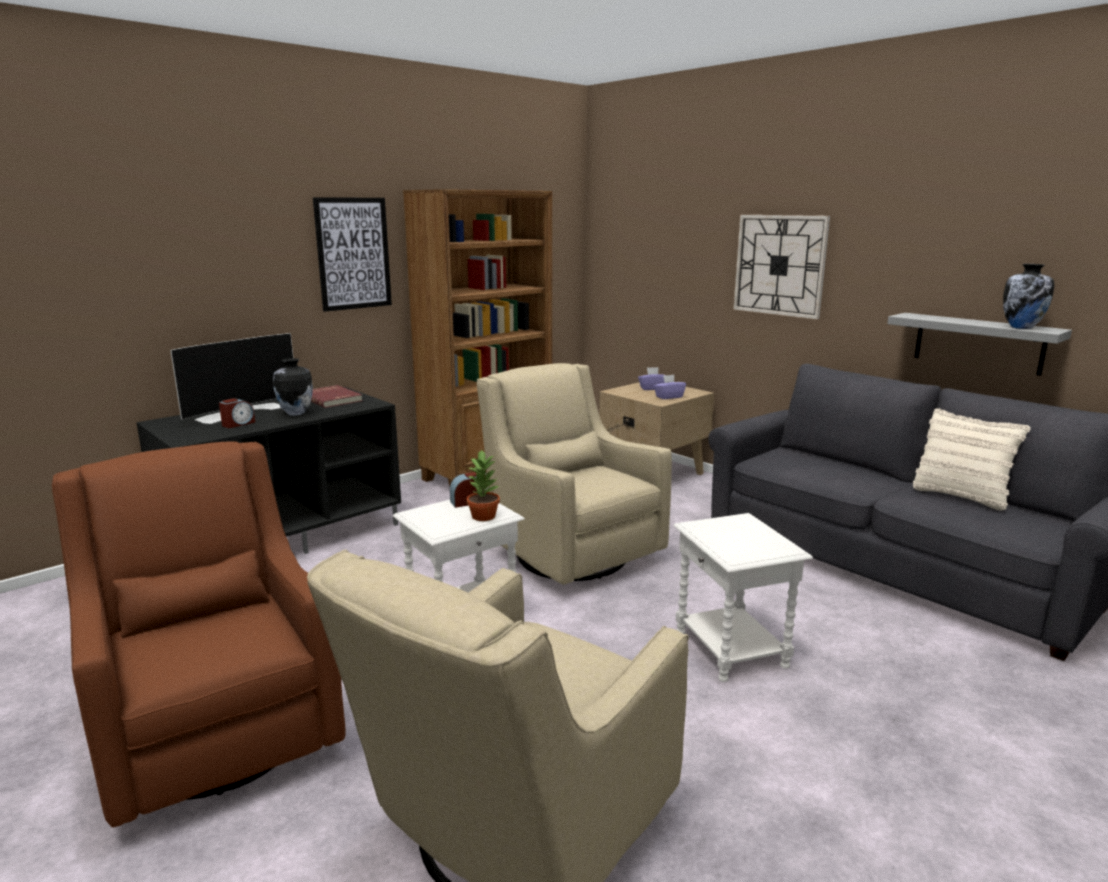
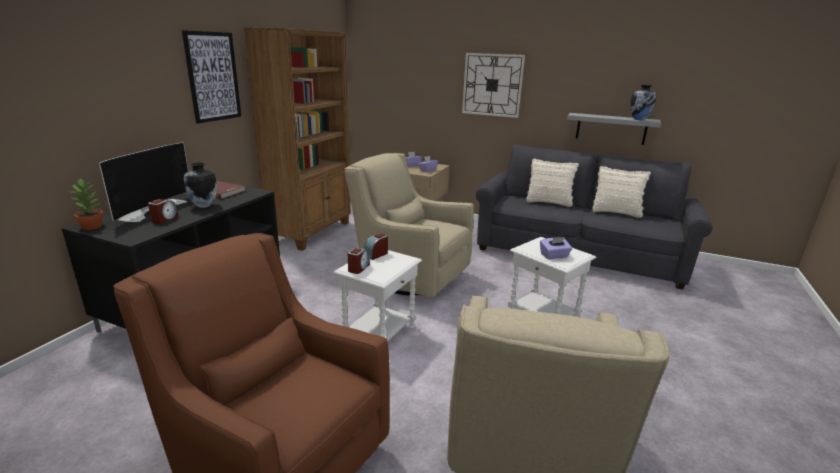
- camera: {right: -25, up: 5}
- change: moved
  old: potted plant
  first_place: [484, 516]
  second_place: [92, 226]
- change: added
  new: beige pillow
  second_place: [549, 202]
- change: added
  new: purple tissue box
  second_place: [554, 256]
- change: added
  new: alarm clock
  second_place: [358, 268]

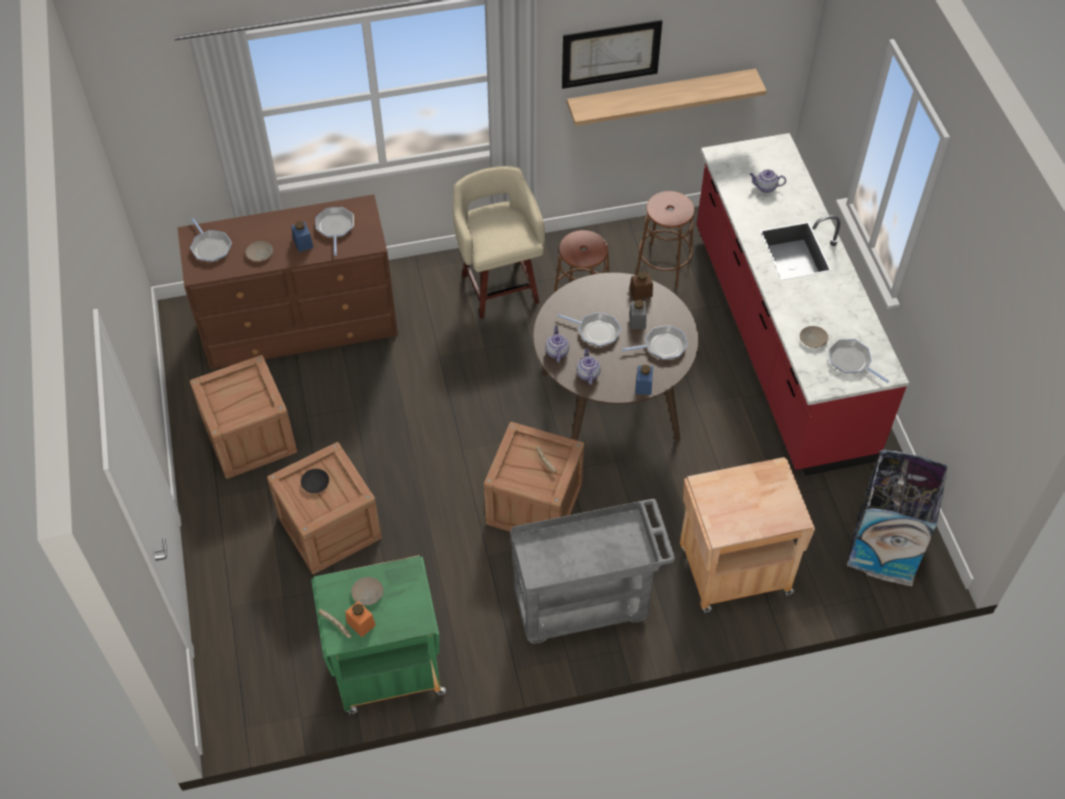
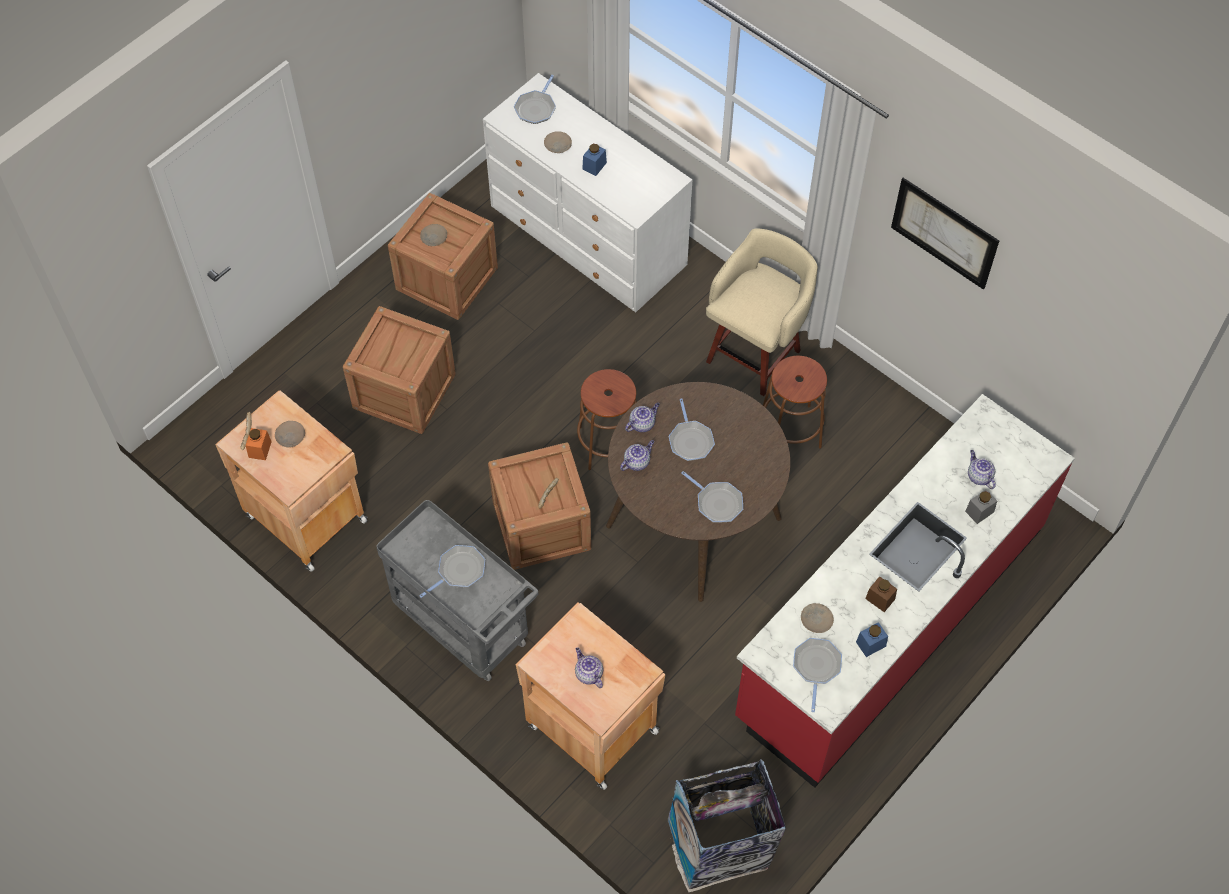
- camera: {right: 55, up: 5}
- change: removed
  old: shelf
  first_place: [660, 96]
- change: moved
  old: brown stool
  first_place: [663, 265]
  second_place: [608, 443]
- change: recoloured
  old: brown dresser
  new: white dresser
  first_place: [301, 324]
  second_place: [588, 236]
- change: moved
  old: frying pan
  first_place: [335, 228]
  second_place: [459, 571]
- change: moved
  old: brown jar
  first_place: [640, 292]
  second_place: [880, 599]
- change: moved
  old: grey jar
  first_place: [637, 321]
  second_place: [979, 511]
- change: moved
  old: blue jar
  first_place: [643, 386]
  second_place: [871, 644]
- change: removed
  old: black plate
  first_place: [315, 483]
- change: recoloured
  old: green cart
  new: brown cart
  first_place: [386, 669]
  second_place: [304, 516]
- change: added
  new: beige plate
  second_place: [433, 237]
- change: added
  new: teapot
  second_place: [588, 673]

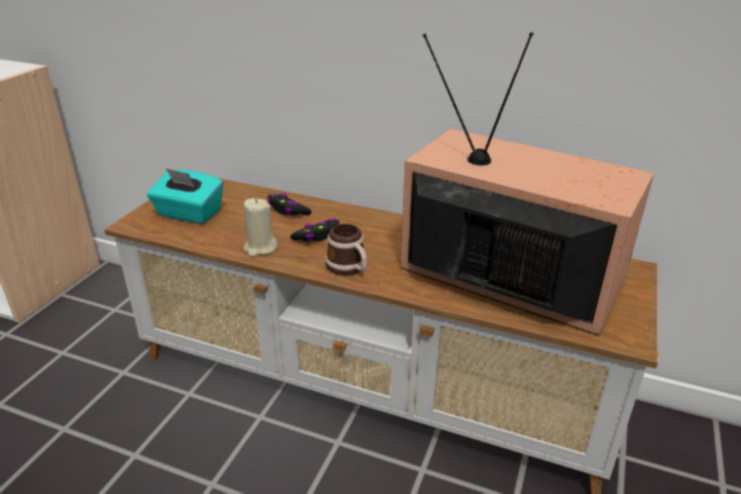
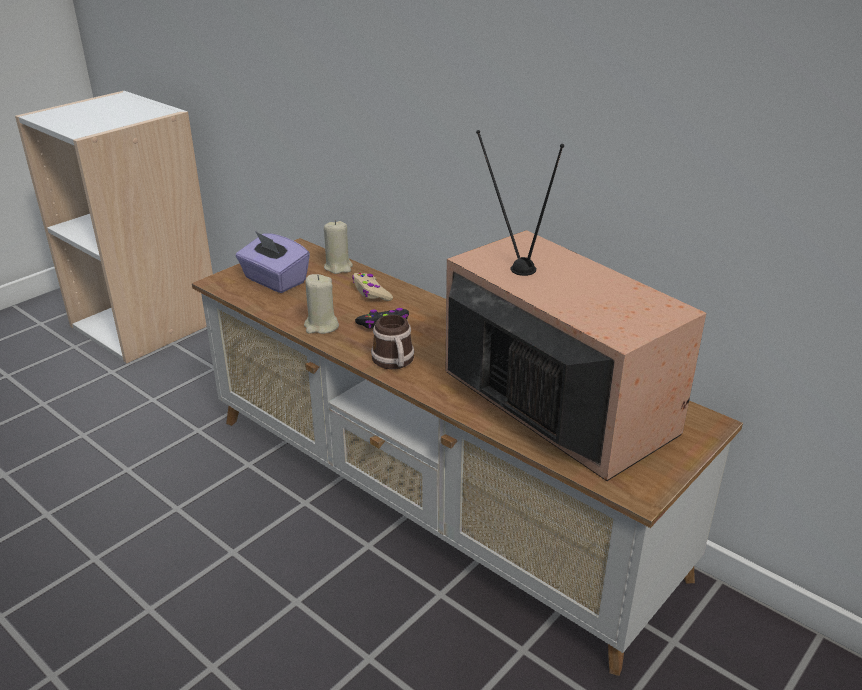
- camera: {right: 20, up: 0}
- change: recoloured
  old: turquoise tissue box
  new: purple tissue box
  first_place: [189, 214]
  second_place: [274, 281]
- change: recoloured
  old: black game controller
  new: beige game controller
  first_place: [288, 210]
  second_place: [371, 293]
- change: added
  new: beige candle
  second_place: [338, 267]

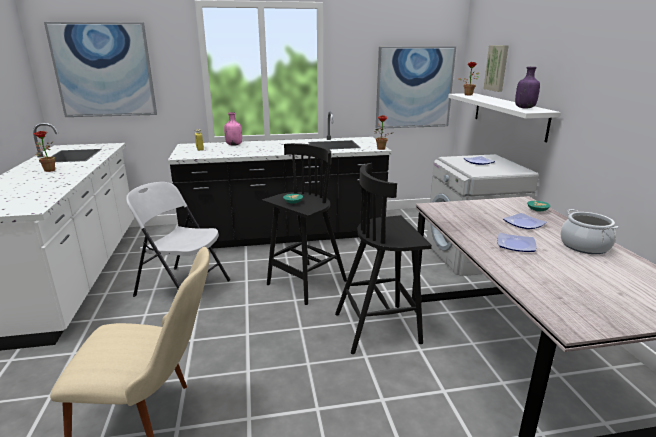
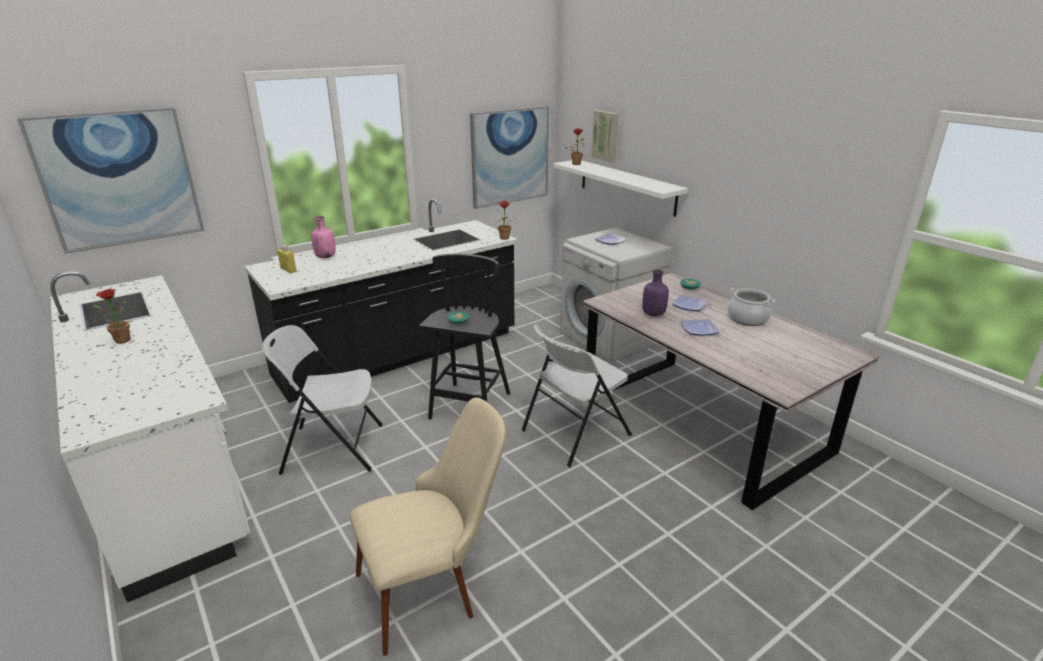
- camera: {right: -25, up: 5}
- change: moved
  old: purple bottle
  first_place: [524, 108]
  second_place: [653, 314]
- change: replaced
  old: black stool
  new: white chair
  first_place: [380, 327]
  second_place: [575, 432]

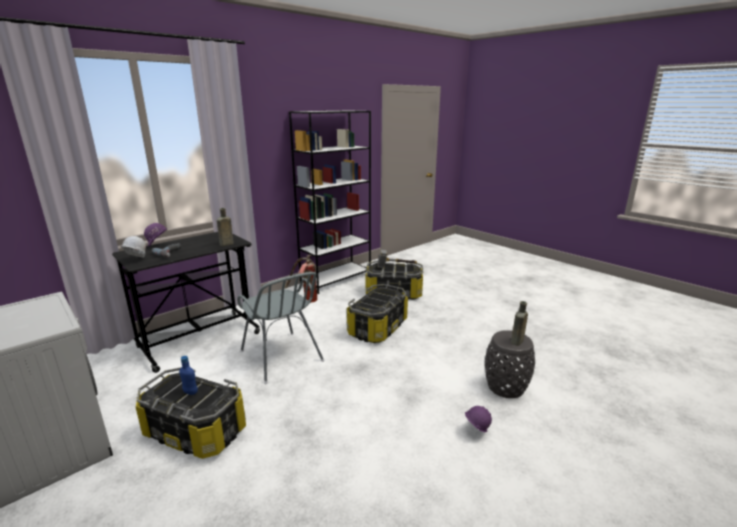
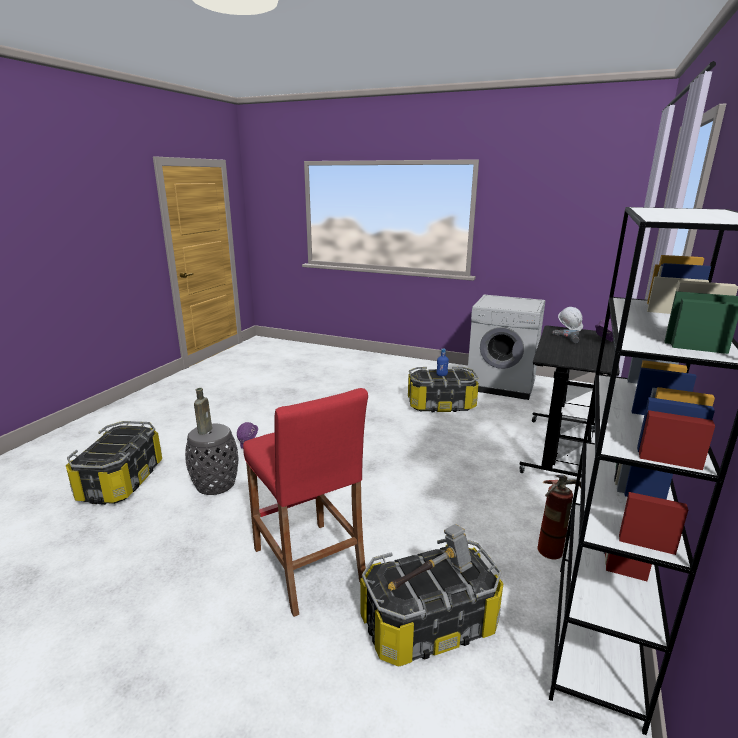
- camera: {right: 155, up: 0}
- change: removed
  old: brown bottle
  first_place: [225, 244]
- change: removed
  old: grey chair
  first_place: [282, 357]
- change: moved
  old: storage box
  first_place: [377, 328]
  second_place: [122, 481]
- change: added
  new: red stool
  second_place: [308, 566]

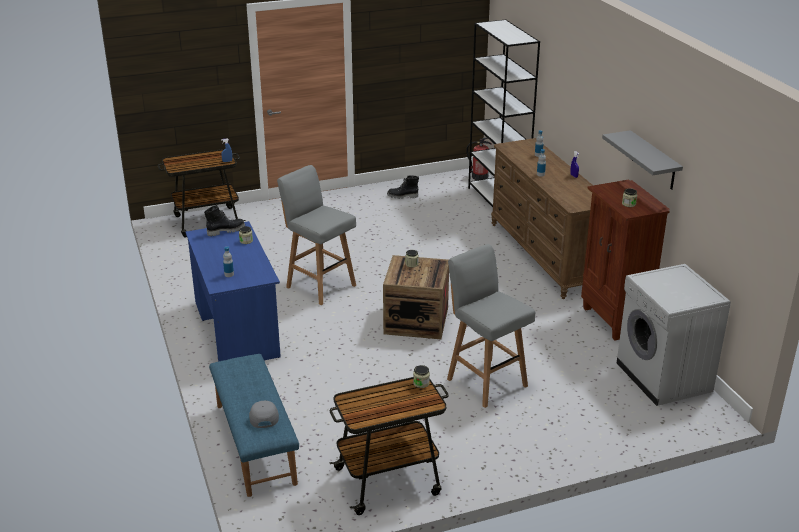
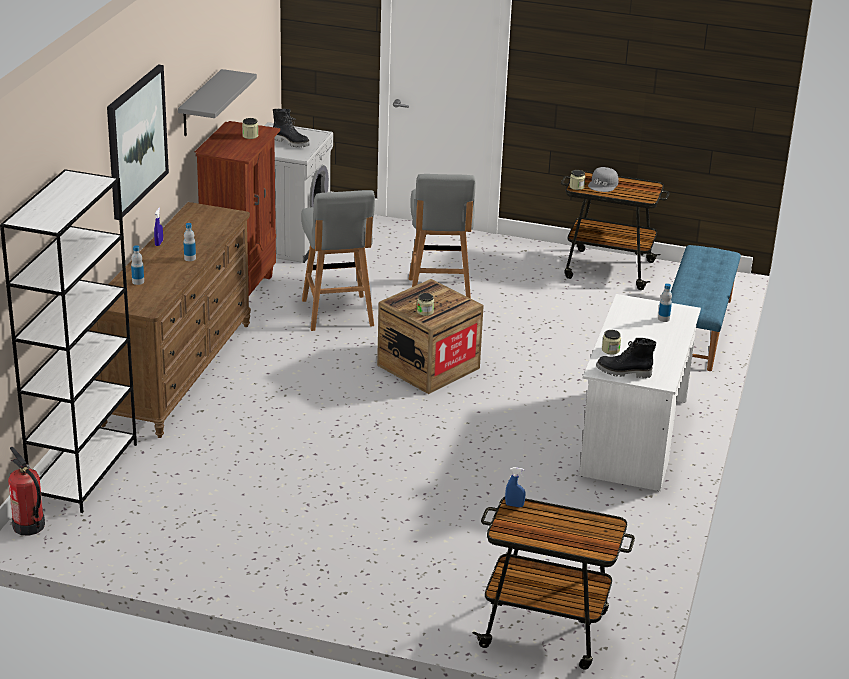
- camera: {right: -145, up: 0}
- change: moved
  old: grey stool
  first_place: [320, 286]
  second_place: [337, 314]
- change: moved
  old: black boot
  first_place: [402, 196]
  second_place: [291, 142]
- change: recoloured
  old: blue desk
  new: white desk
  first_place: [236, 328]
  second_place: [634, 438]
- change: moved
  old: grey cap
  first_place: [263, 416]
  second_place: [603, 184]
- change: added
  new: picture
  second_place: [136, 141]

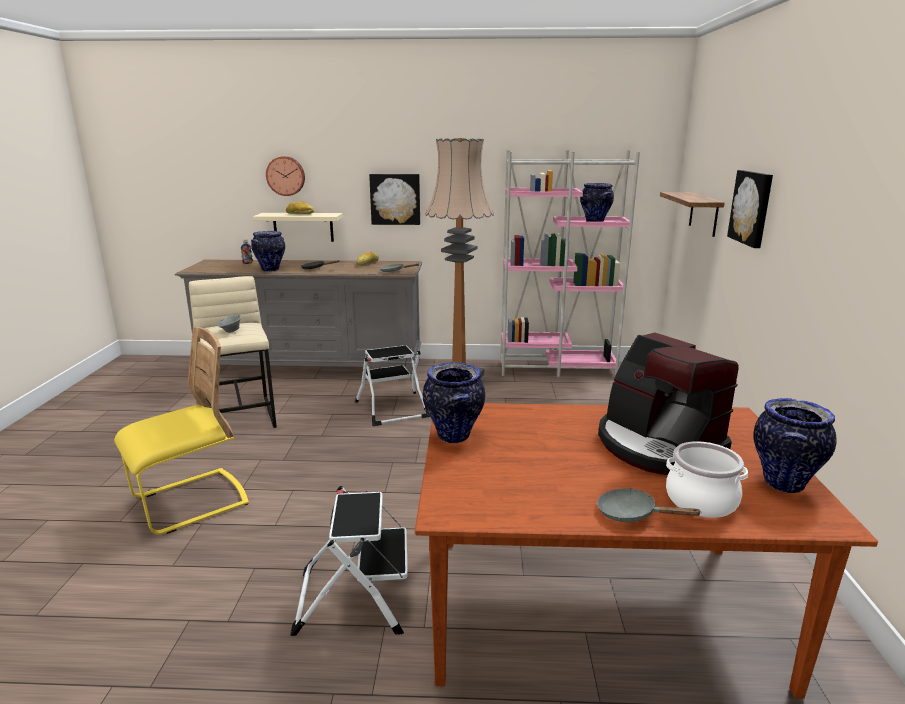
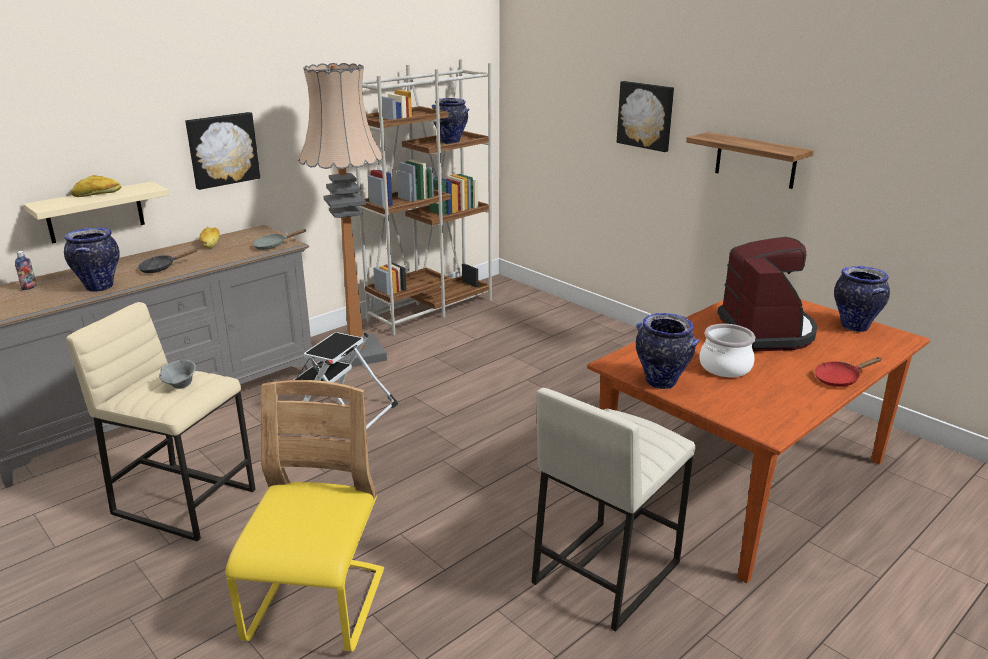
- camera: {right: -45, up: 5}
- change: recoloured
  old: pink bookcase
  new: brown bookcase
  first_place: [557, 369]
  second_place: [431, 310]
- change: removed
  old: wall clock
  first_place: [286, 176]
- change: moved
  old: shelf
  first_place: [703, 213]
  second_place: [755, 160]
- change: turned
  old: coffee machine
  first_place: [657, 445]
  second_place: [767, 331]
  degrees: -105
- change: moved
  old: cooking pot
  first_place: [701, 501]
  second_place: [725, 367]
- change: replaced
  old: step ladder
  new: beige stool
  first_place: [354, 595]
  second_place: [606, 572]
- change: recoloured
  old: grey frying pan
  new: red frying pan
  first_place: [632, 514]
  second_place: [840, 379]

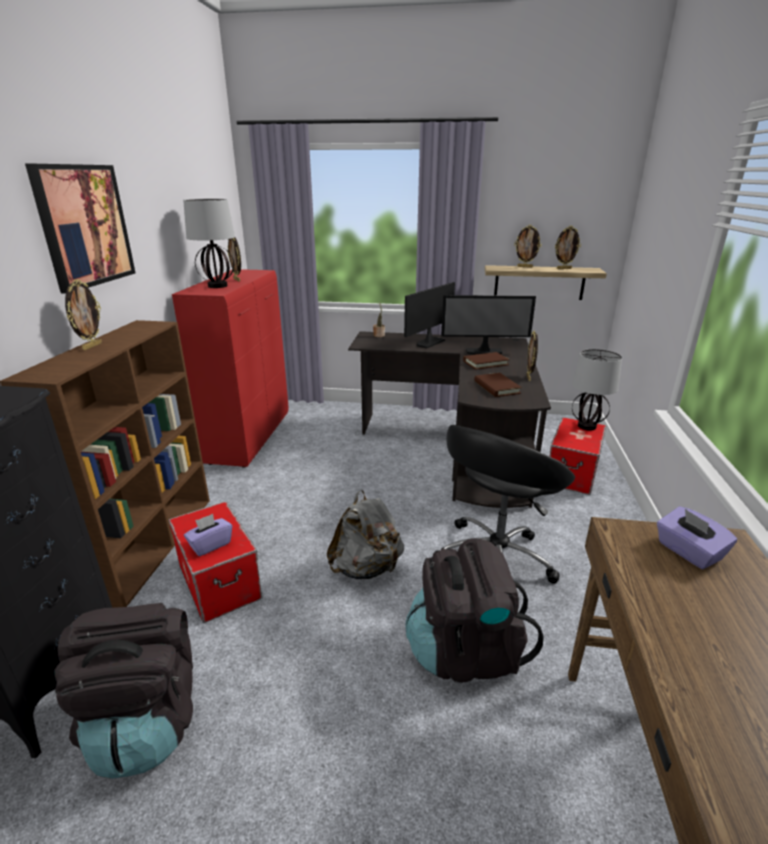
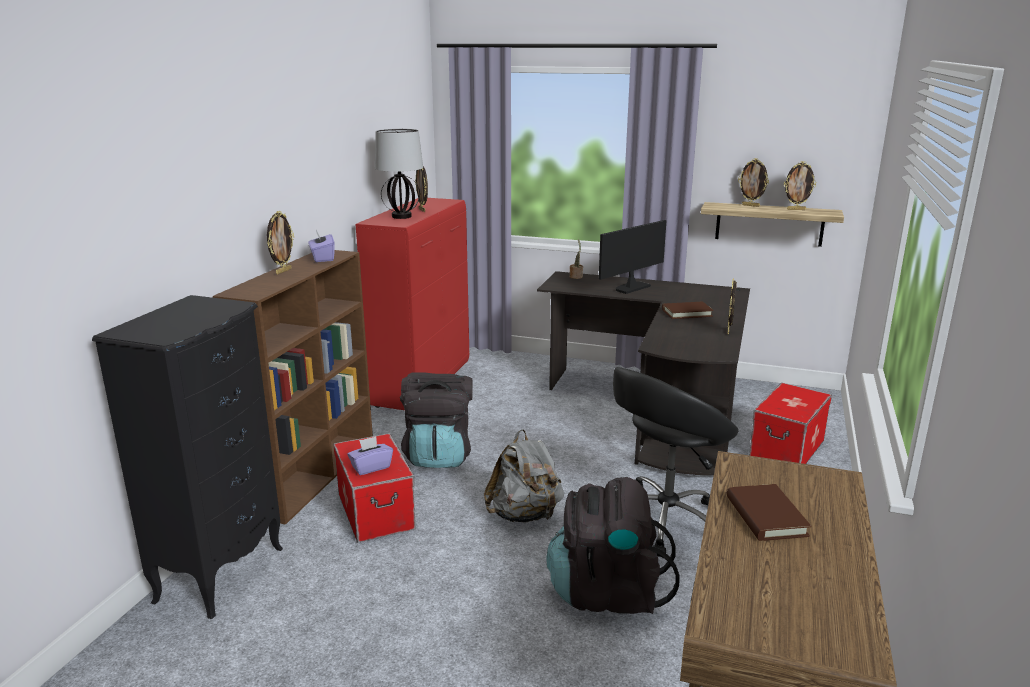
- camera: {right: 10, up: -5}
- change: removed
  old: picture
  first_place: [84, 226]
- change: removed
  old: monitor
  first_place: [484, 352]
- change: removed
  old: table lamp
  first_place: [586, 426]
- change: moved
  old: brown book
  first_place: [496, 387]
  second_place: [766, 516]
- change: moved
  old: purple tissue box
  first_place: [688, 552]
  second_place: [322, 258]
- change: moved
  old: black backpack
  first_place: [146, 721]
  second_place: [439, 455]

